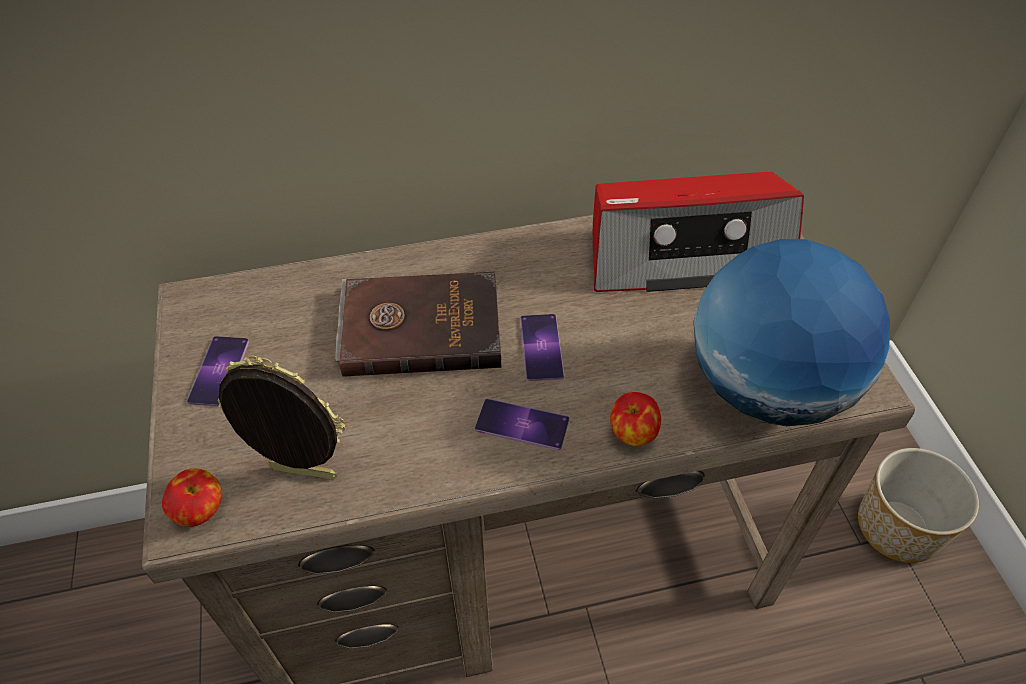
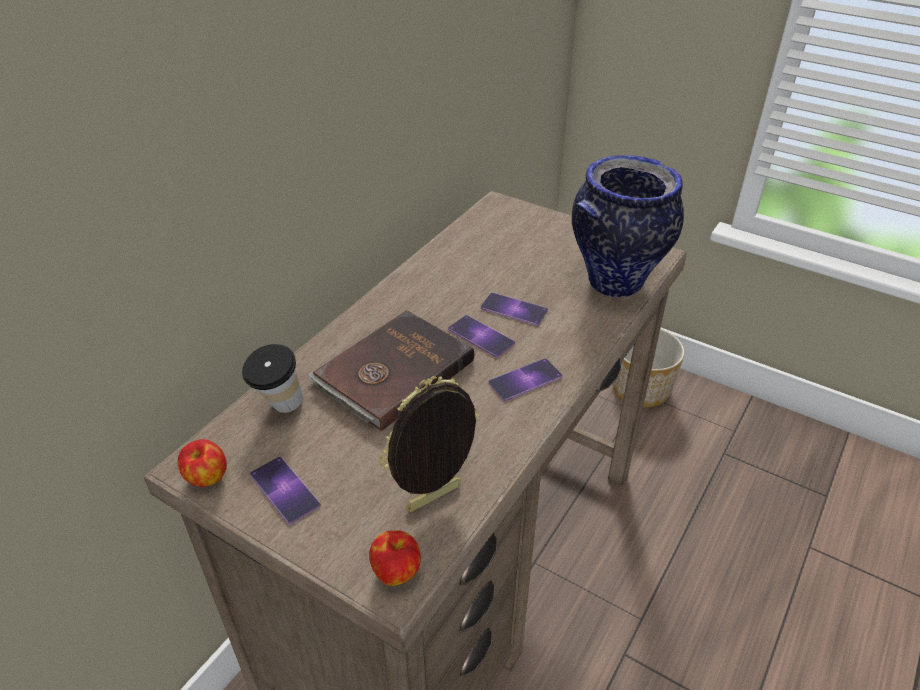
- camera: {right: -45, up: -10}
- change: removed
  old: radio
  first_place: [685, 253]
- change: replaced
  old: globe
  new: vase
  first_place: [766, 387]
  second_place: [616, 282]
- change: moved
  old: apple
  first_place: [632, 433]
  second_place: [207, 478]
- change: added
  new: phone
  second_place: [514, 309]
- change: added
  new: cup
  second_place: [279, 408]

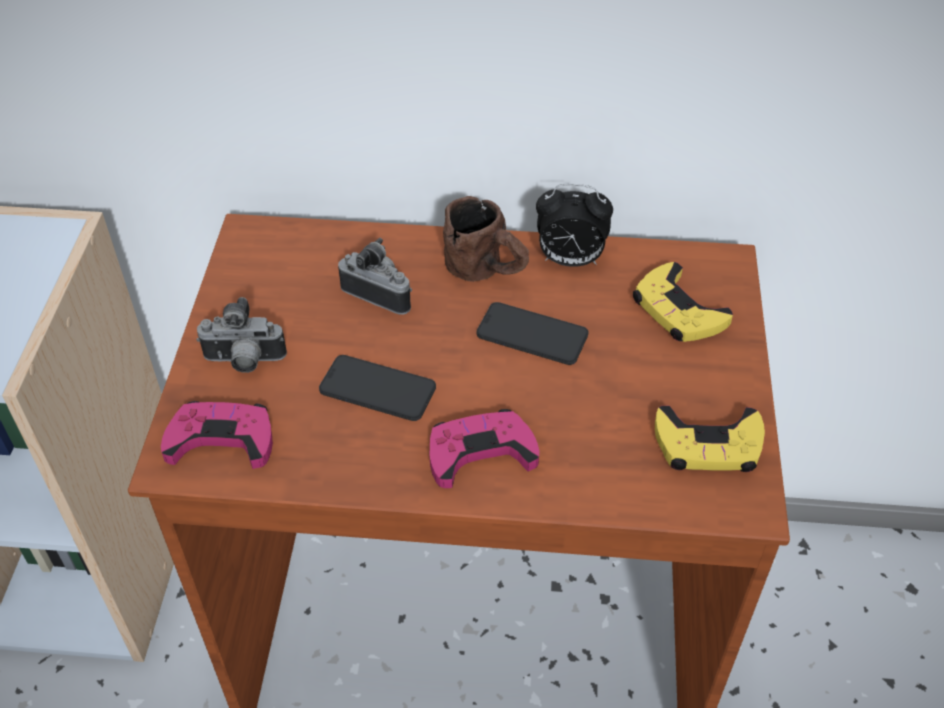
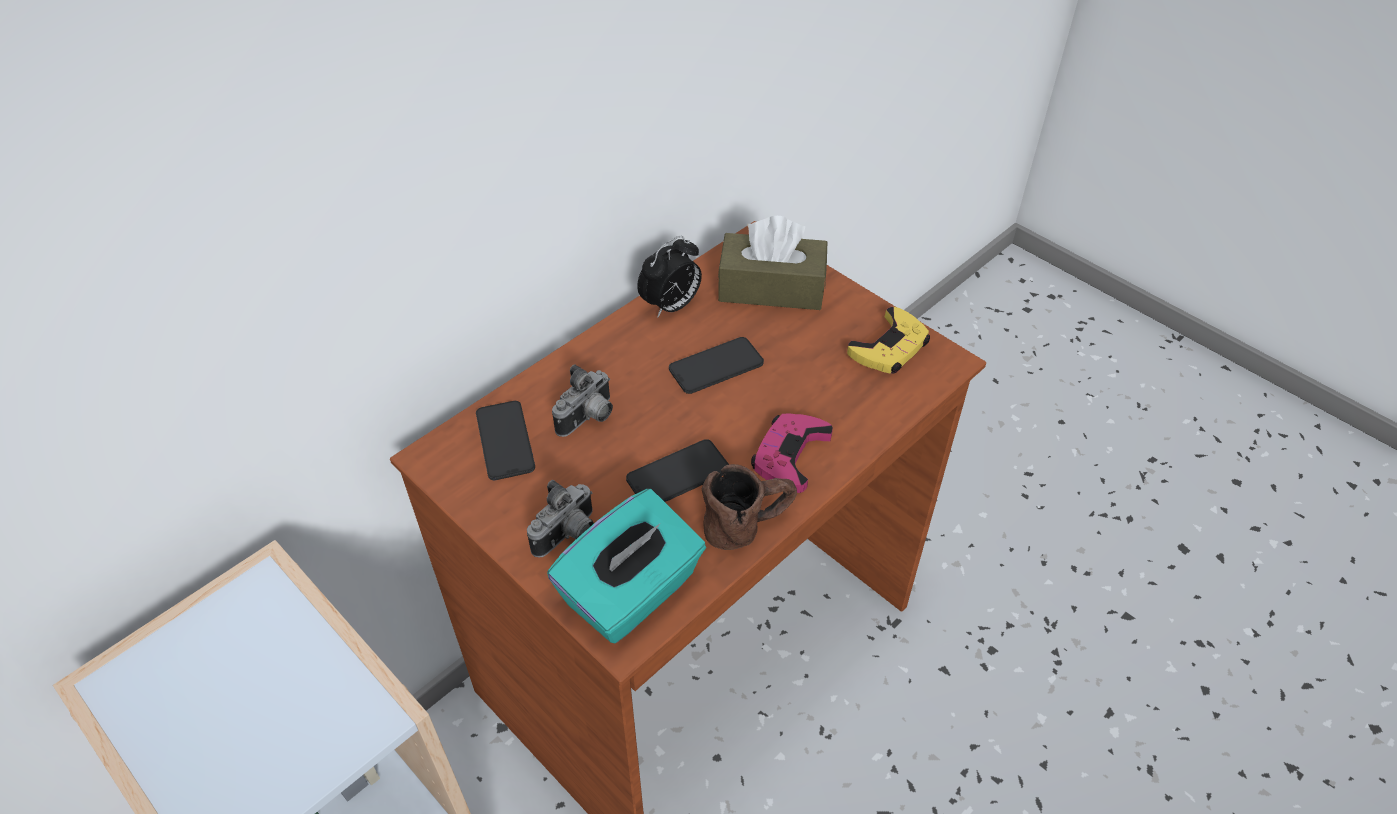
- camera: {right: -50, up: 0}
- change: moved
  old: brown mug
  first_place: [487, 271]
  second_place: [748, 524]
- change: turned
  old: photo camera
  first_place: [380, 294]
  second_place: [588, 419]
  degrees: 150
- change: replaced
  old: yellow game controller
  new: brown tissue box
  first_place: [678, 310]
  second_place: [771, 288]
- change: replaced
  old: pink game controller
  new: turquoise tissue box
  first_place: [221, 439]
  second_place: [632, 592]
- change: added
  new: phone
  second_place: [505, 440]

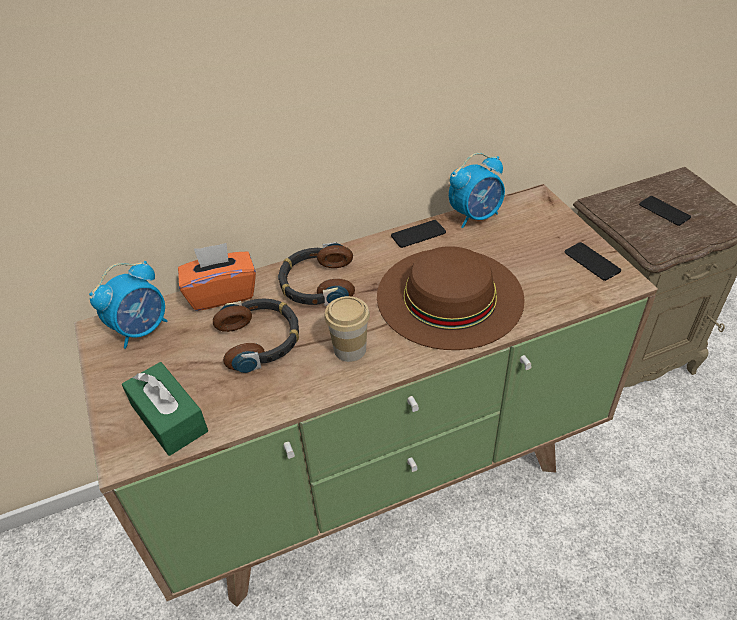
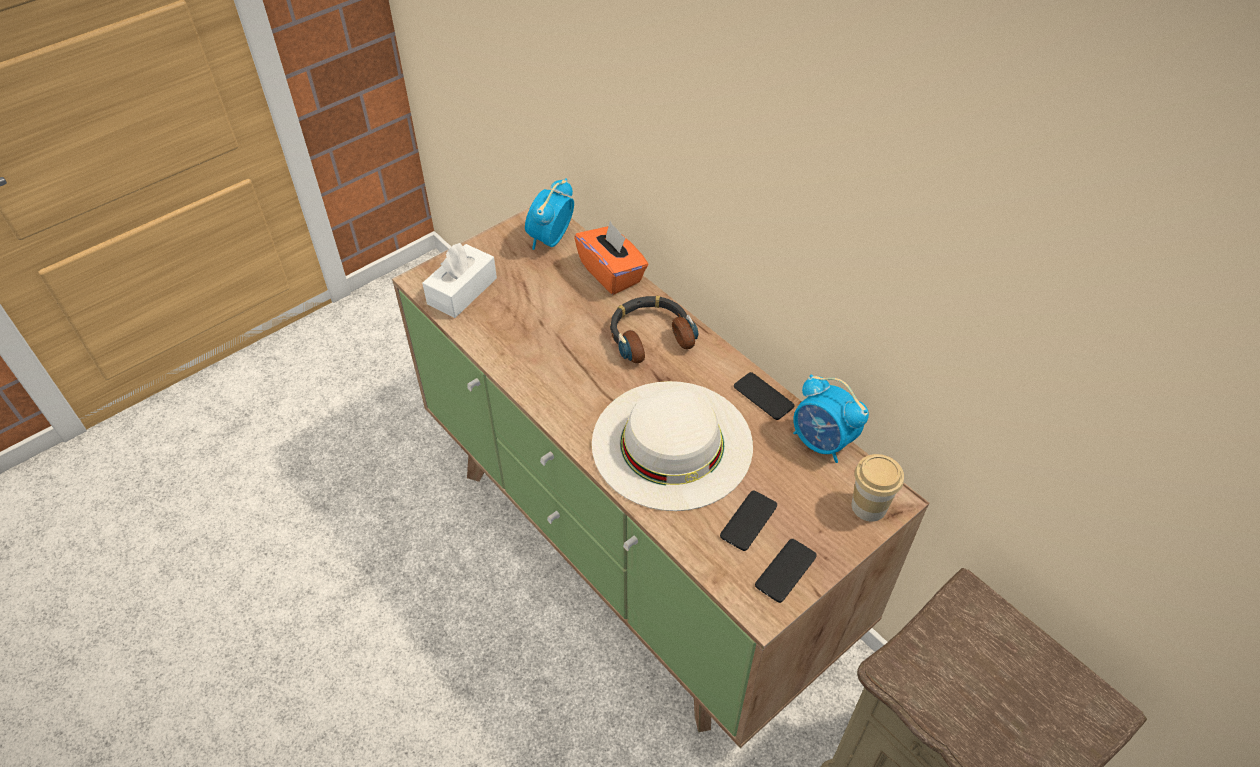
- camera: {right: 70, up: 5}
- change: moved
  old: phone
  first_place: [664, 211]
  second_place: [748, 521]
- change: recoloured
  old: brown hat
  new: white hat
  first_place: [450, 296]
  second_place: [672, 443]
- change: turned
  old: alarm clock
  first_place: [142, 329]
  second_place: [550, 240]
  degrees: 90
- change: moved
  old: cup
  first_place: [350, 349]
  second_place: [869, 506]
- change: removed
  old: headphones
  first_place: [260, 340]
- change: recoloured
  old: green tissue box
  new: white tissue box
  first_place: [169, 418]
  second_place: [462, 291]

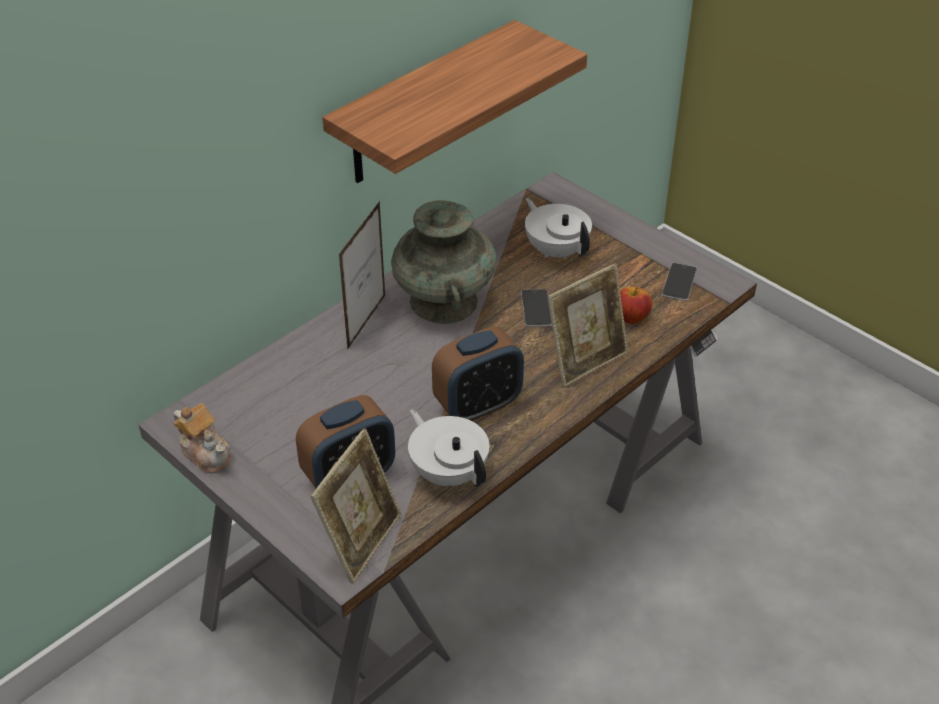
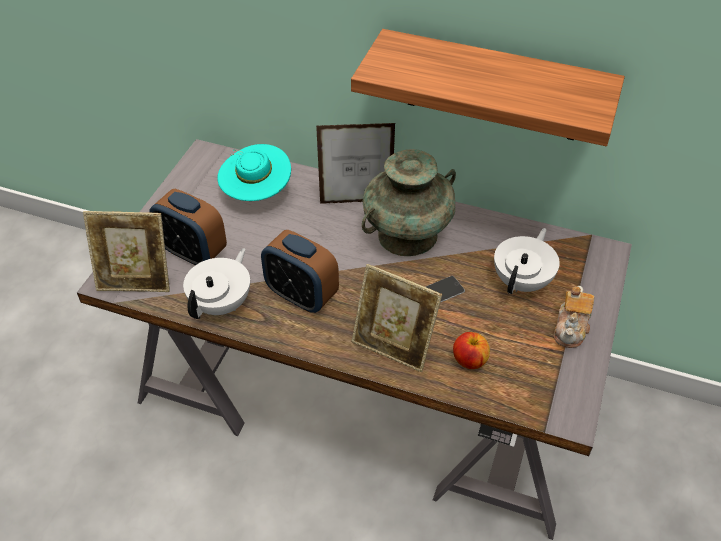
- camera: {right: 65, up: 5}
- change: removed
  old: phone
  first_place: [679, 282]
- change: moved
  old: teapot
  first_place: [206, 452]
  second_place: [571, 328]
- change: added
  new: turquoise hat
  second_place: [256, 194]

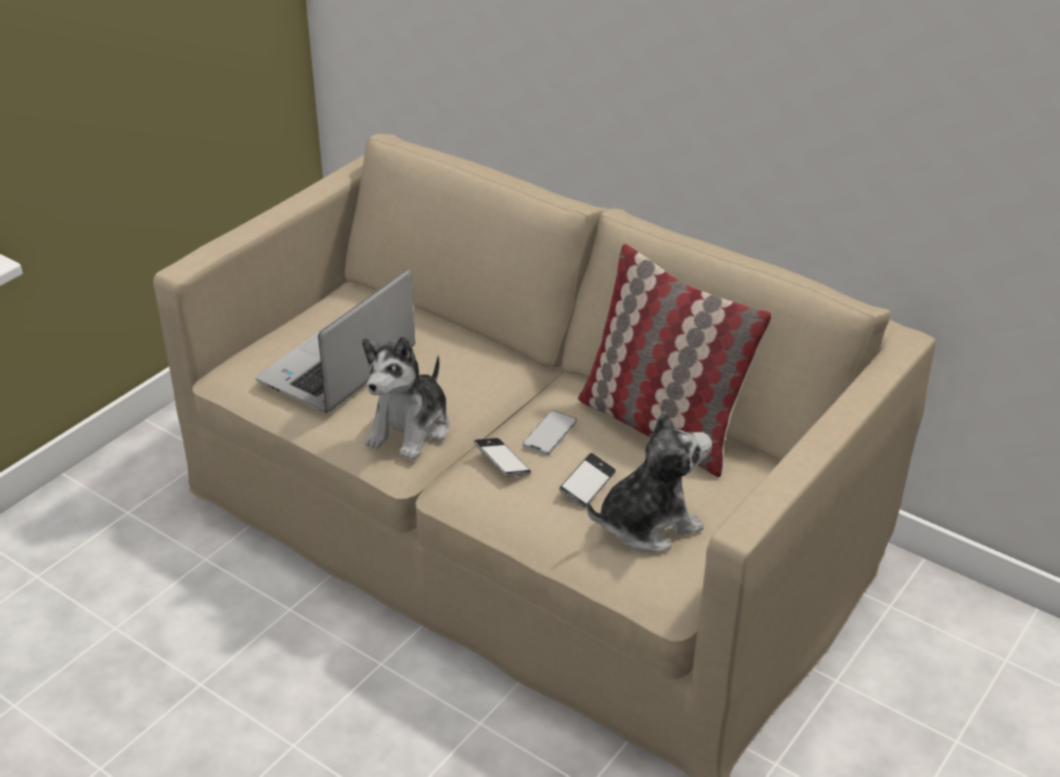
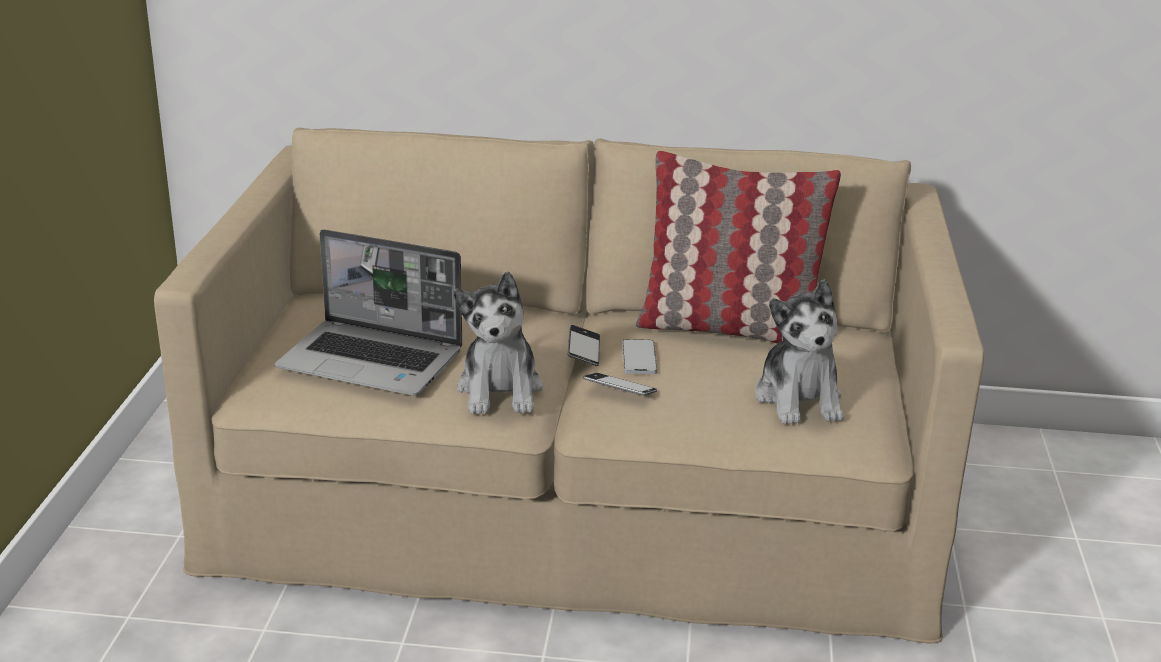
- camera: {right: -30, up: -10}
- change: turned
  old: laptop
  first_place: [337, 368]
  second_place: [373, 361]
  degrees: -75
- change: turned
  old: plush toy
  first_place: [647, 524]
  second_place: [799, 399]
  degrees: 135
- change: moved
  old: phone
  first_place: [587, 484]
  second_place: [583, 351]

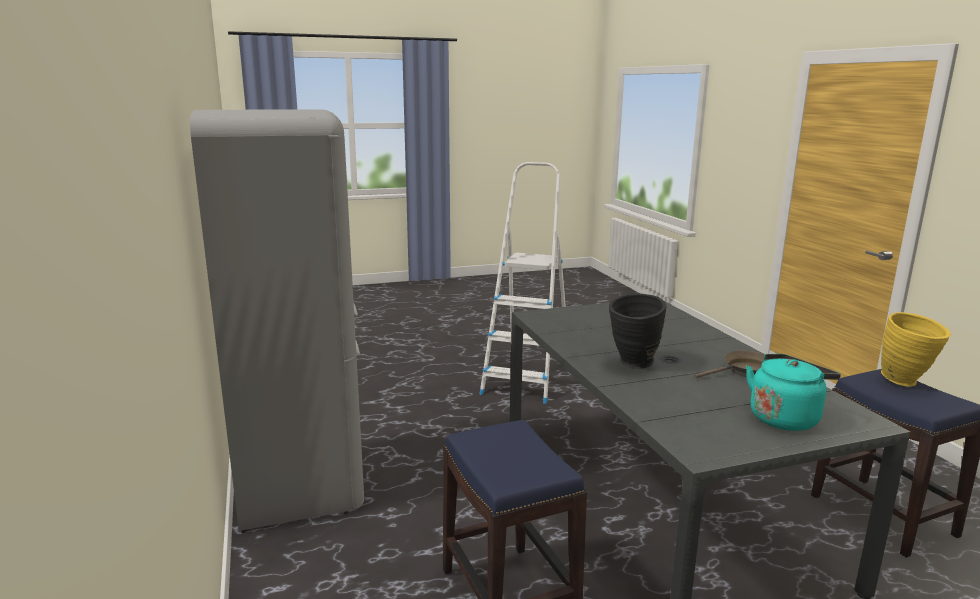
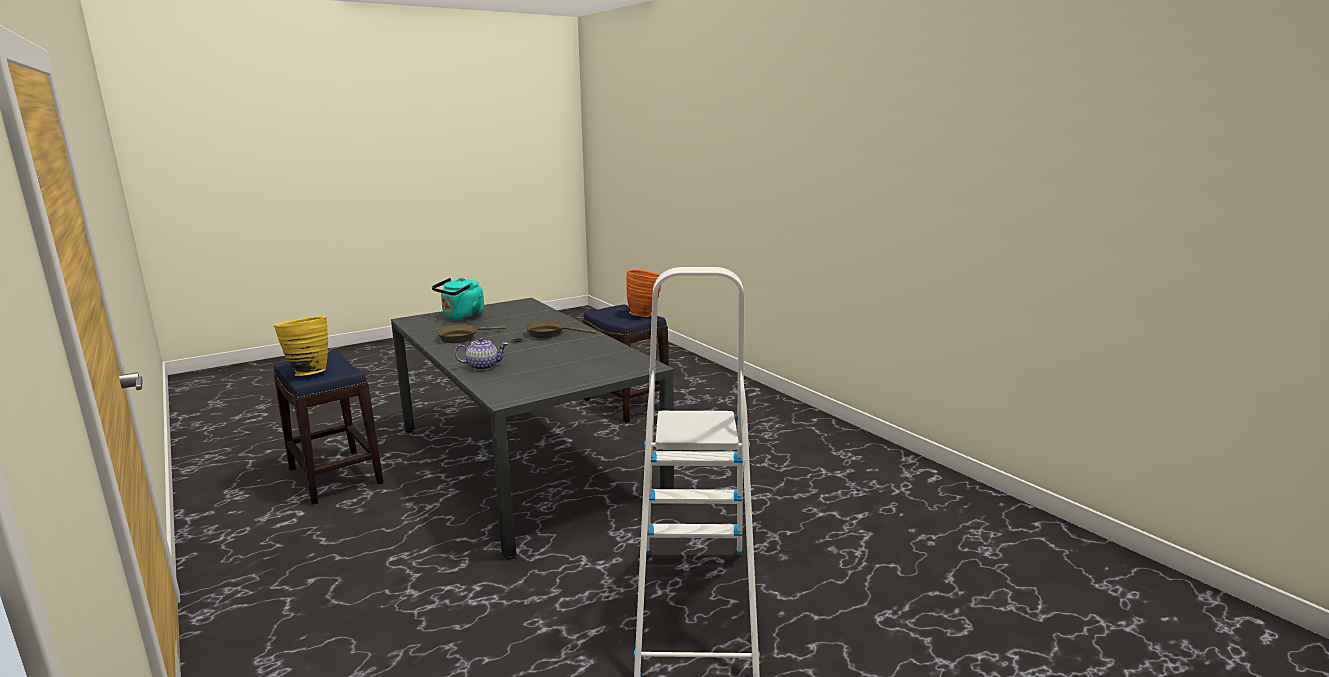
- camera: {right: 165, up: 0}
- change: removed
  old: grey fridge
  first_place: [303, 487]
- change: replaced
  old: black vase
  new: brown frying pan
  first_place: [633, 365]
  second_place: [549, 333]
- change: added
  new: orange vase
  second_place: [645, 315]
- change: added
  new: teapot
  second_place: [483, 366]

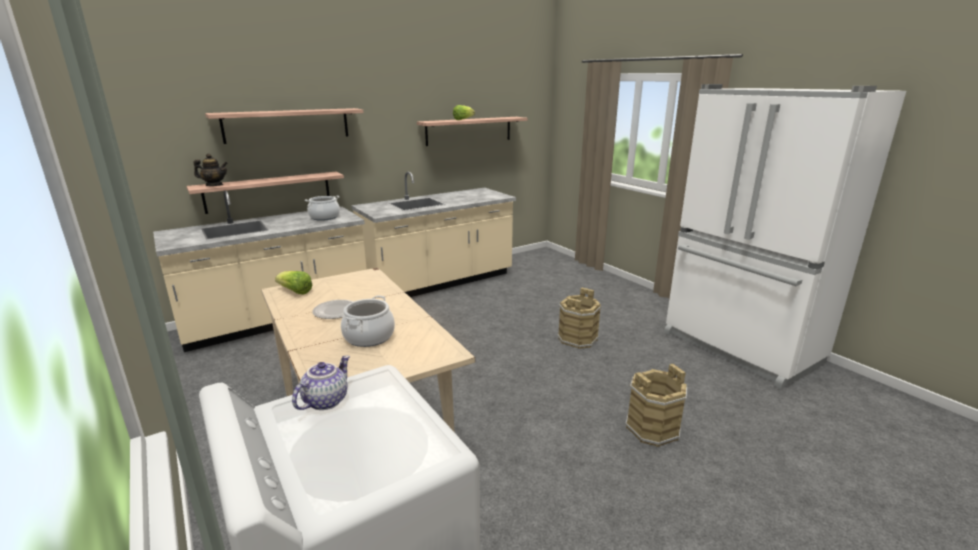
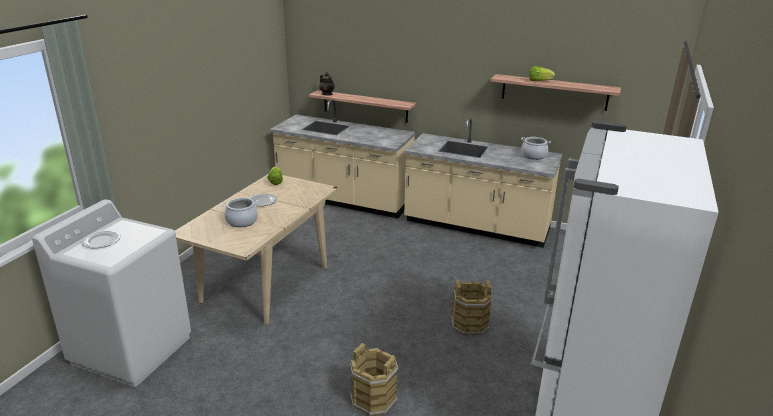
- camera: {right: 55, up: 5}
- change: removed
  old: shelf
  first_place: [287, 125]
- change: moved
  old: cooking pot
  first_place: [324, 217]
  second_place: [533, 155]
- change: removed
  old: teapot
  first_place: [325, 401]
- change: added
  new: plate
  second_place: [101, 241]

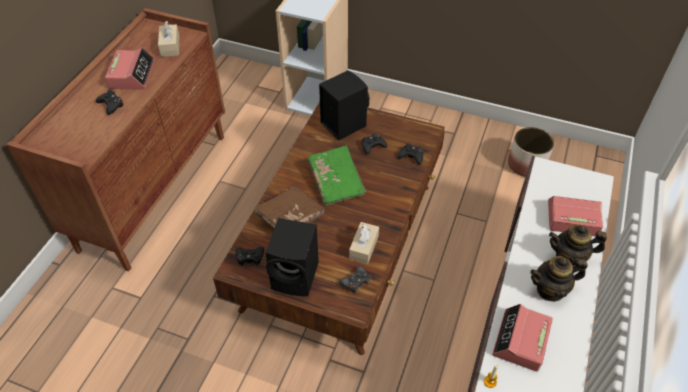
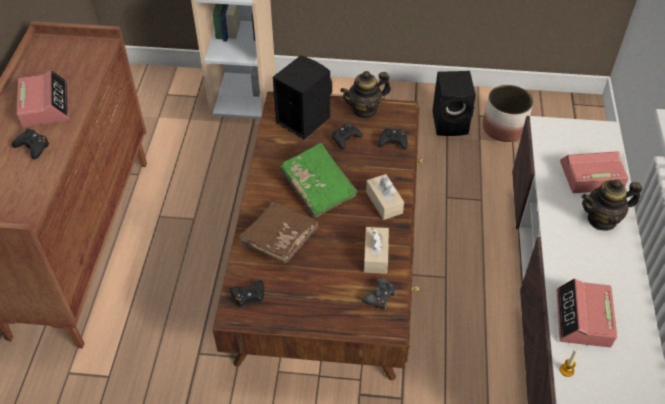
- camera: {right: -15, up: 0}
- change: moved
  old: beige tissue box
  first_place: [170, 46]
  second_place: [384, 202]
- change: moved
  old: black speaker
  first_place: [296, 276]
  second_place: [451, 123]
- change: moved
  old: teapot
  first_place: [550, 290]
  second_place: [365, 110]

